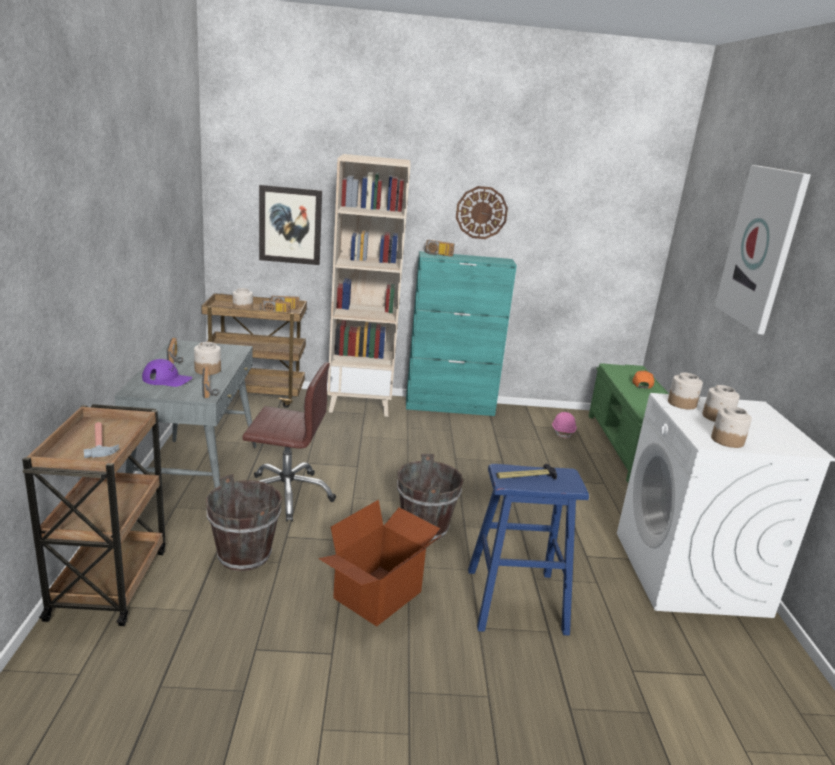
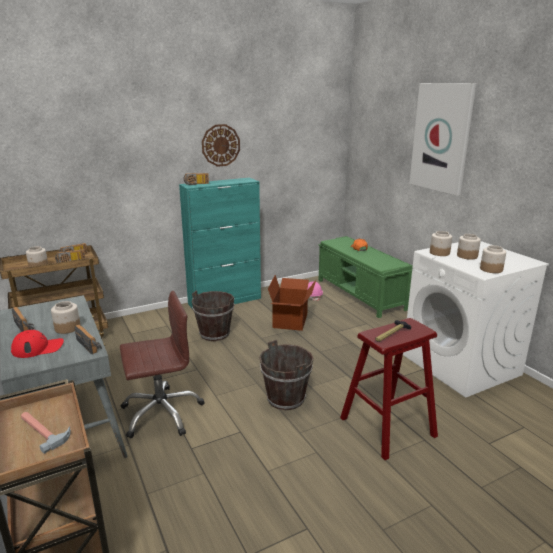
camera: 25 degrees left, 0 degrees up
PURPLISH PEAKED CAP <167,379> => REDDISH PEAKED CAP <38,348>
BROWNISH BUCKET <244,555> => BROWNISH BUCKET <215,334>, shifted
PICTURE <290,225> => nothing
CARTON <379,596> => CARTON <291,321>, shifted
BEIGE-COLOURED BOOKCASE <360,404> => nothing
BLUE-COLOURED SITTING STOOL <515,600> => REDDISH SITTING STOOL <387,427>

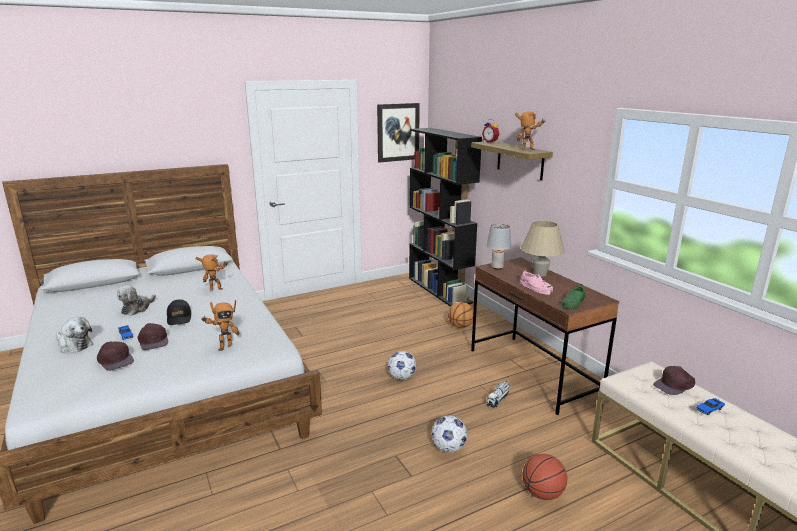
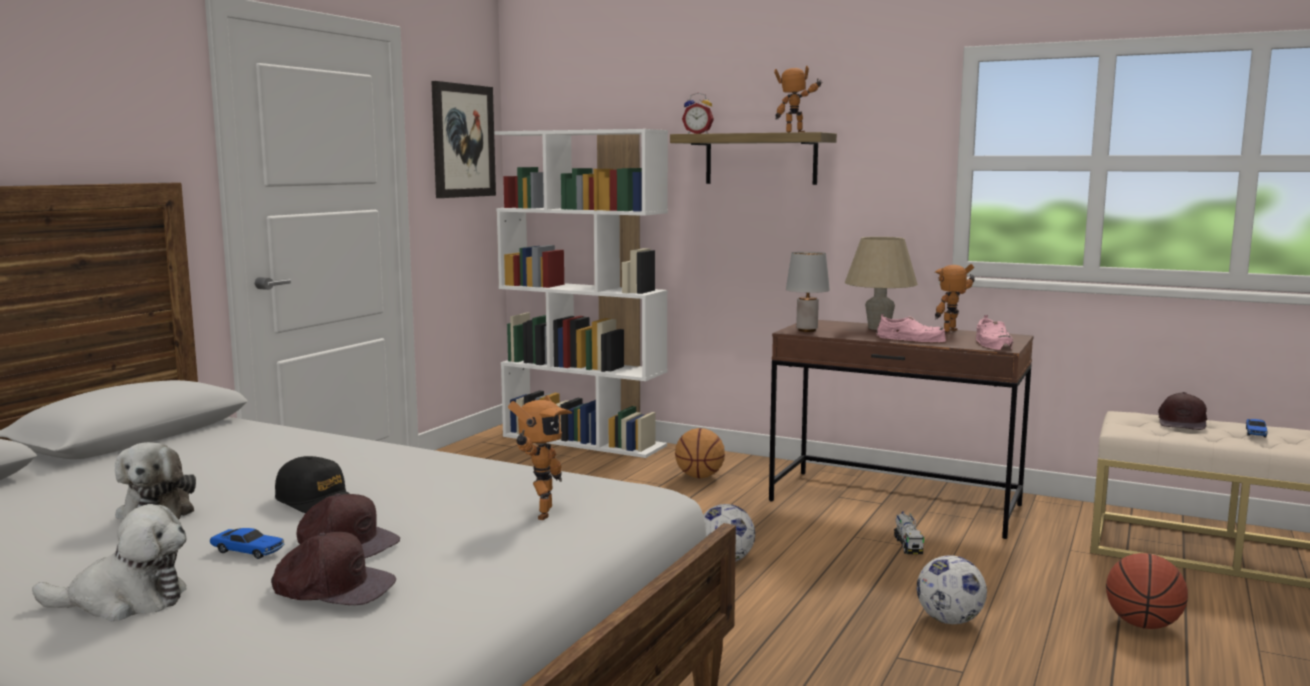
camera: 35 degrees left, 10 degrees down
TOY ROBOT <216,290> => TOY ROBOT <953,331>, shifted
BLACKISH BOOKCASE <440,290> => WHITE BOOKCASE <585,441>
GREEN-COLOURED LOW SHOE <573,303> => PINK-COLOURED LOW SHOE <993,343>

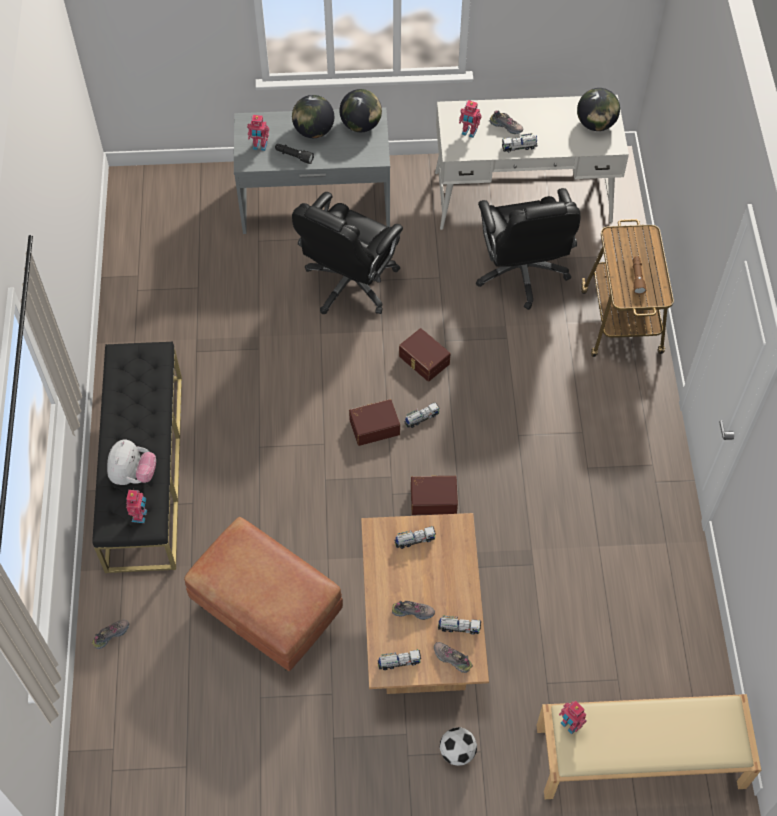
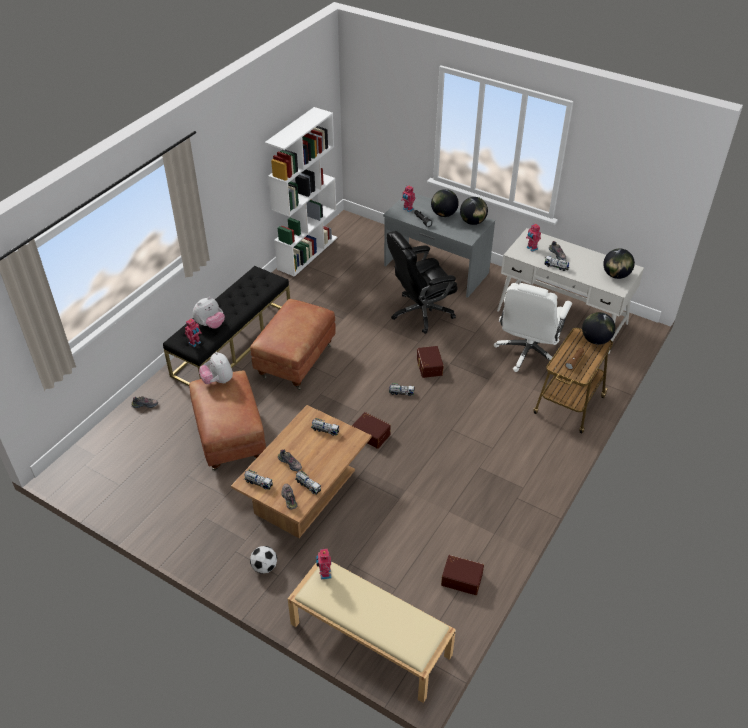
camera: 35 degrees right, 15 degrees down
BROWNISH STORAGE CONTAINER <374,426> => BROWNISH STORAGE CONTAINER <462,578>, shifted
BLACKISH DESK CHAIR <522,272> => WHITE DESK CHAIR <527,352>
nothing => SOFT TOY <218,381>
nothing => BROWNISH OTTOMAN <295,360>
nothing => WHITE BOOKCASE <307,253>
nothing => DESK GLOBE <595,340>

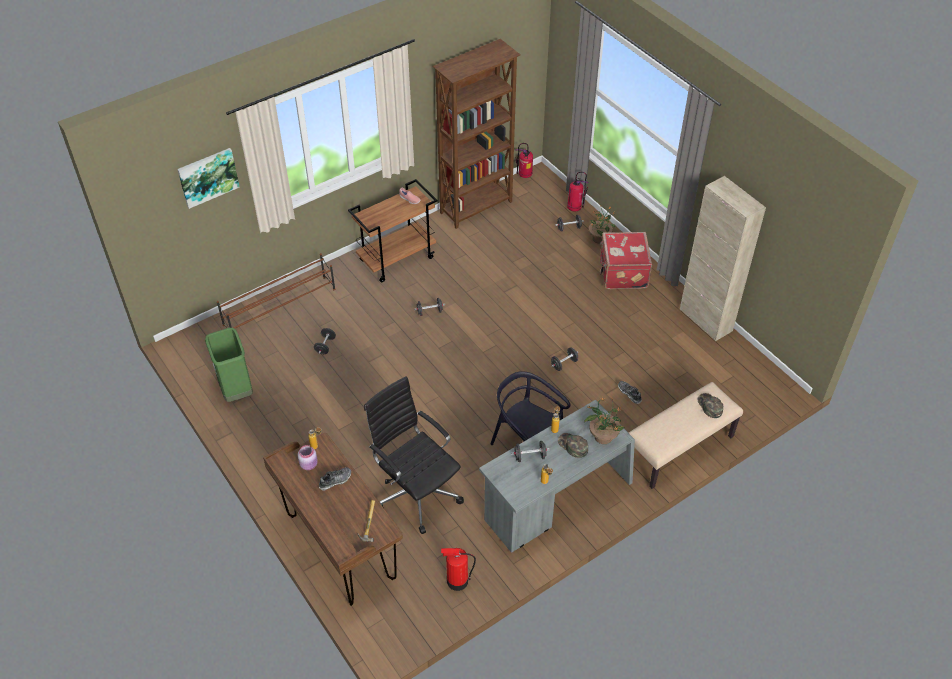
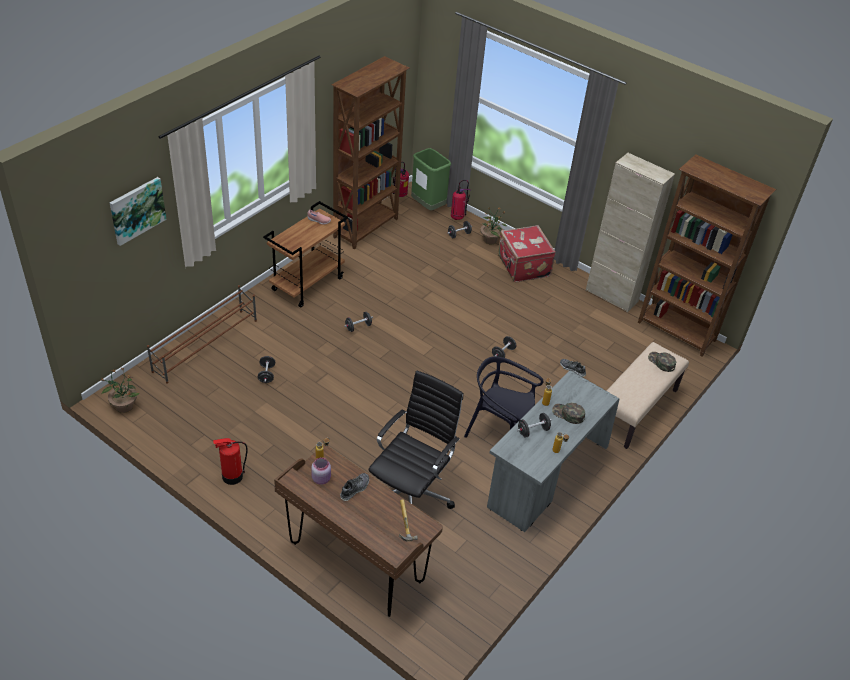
camera: 20 degrees left, 5 degrees down
GREEN-COLOURED TRASH CAN <236,391> => GREEN-COLOURED TRASH CAN <428,206>, shifted
BLACKISH DESK CHAIR <416,492> => BLACKISH DESK CHAIR <411,495>, 90 degrees clockwise
FIRE EXTINGUISHER <457,581> => FIRE EXTINGUISHER <232,476>, shifted
PLANT IN A POT <603,436> => PLANT IN A POT <124,406>, shifted
nothing => BROWNISH BOOKCASE <676,332>

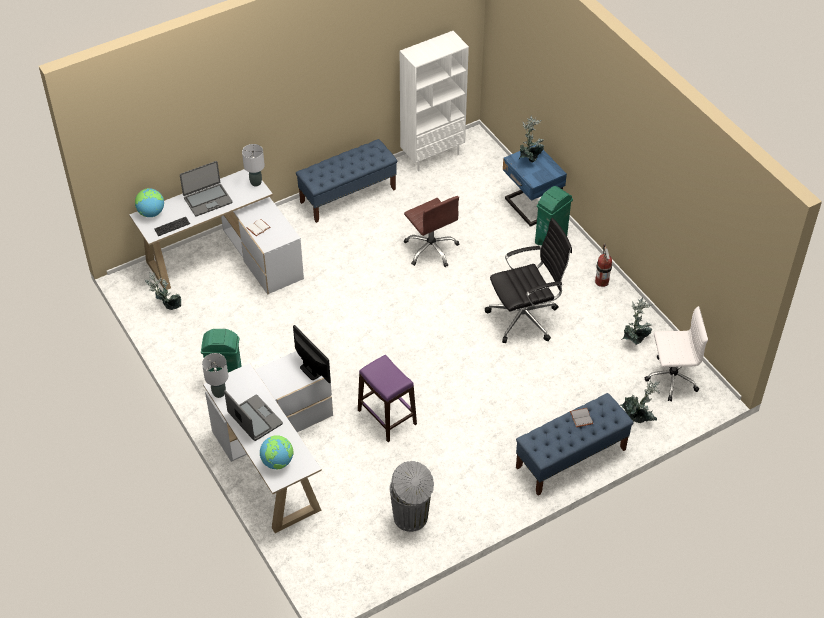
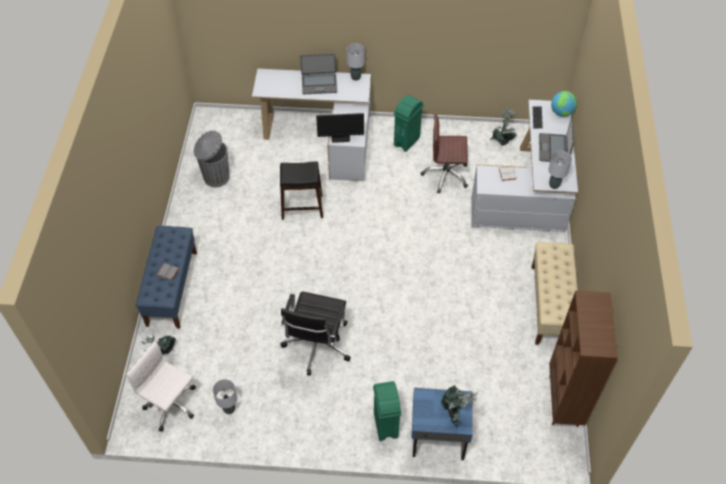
camera: 125 degrees right, 5 degrees up
DESK GLOBE <277,462> => nothing
BLUE-COLOURED LONG SEAT <348,195> => BEIGE-COLOURED LONG SEAT <550,305>
PURPLISH SITTING STOOL <387,417> => BLACKISH SITTING STOOL <302,207>
WHITE BOOKCASE <432,155> => BROWNISH BOOKCASE <564,401>
BROWNISH DESK CHAIR <431,249> => BROWNISH DESK CHAIR <445,175>, shifted
FIRE EXTINGUISHER <601,281> => nothing
PLANT IN A POT <635,339> => GRAY TABLETOP LAMP <229,409>
WHITE DESK CHAIR <671,378> => WHITE DESK CHAIR <172,405>, 90 degrees clockwise

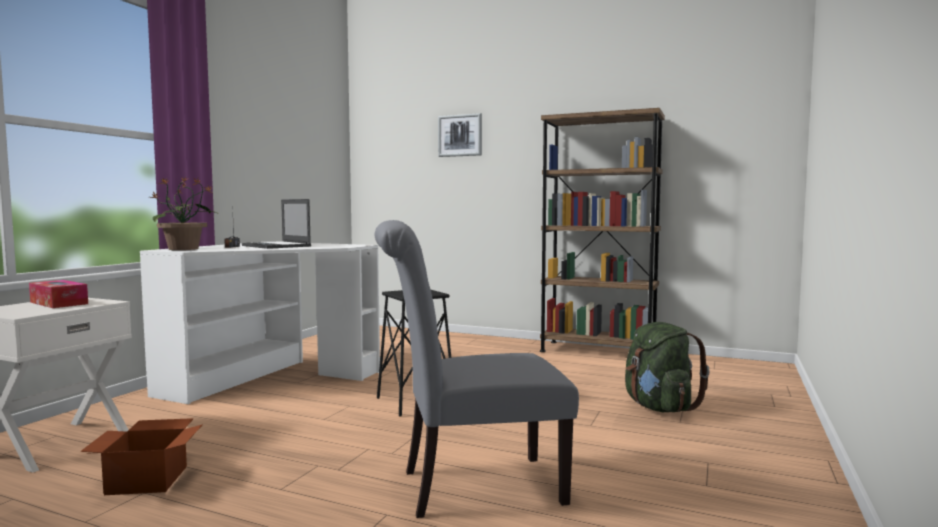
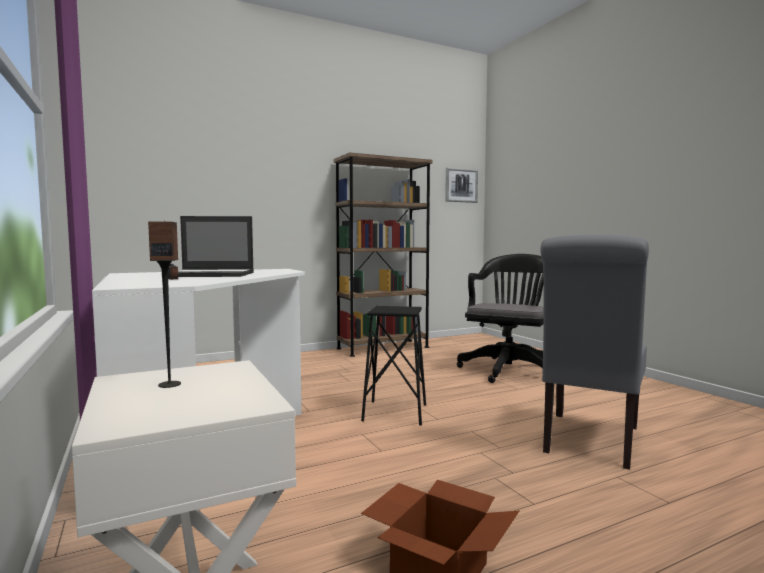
camera: 50 degrees left, 0 degrees up
TISSUE BOX <59,303> => LOUDSPEAKER <169,384>
PLANT IN A POT <184,249> => nothing
PICTURE <460,135> => PICTURE <461,185>, shifted
GREEN-COLOURED KNAPSACK <659,407> => BLACKISH DESK CHAIR <509,369>

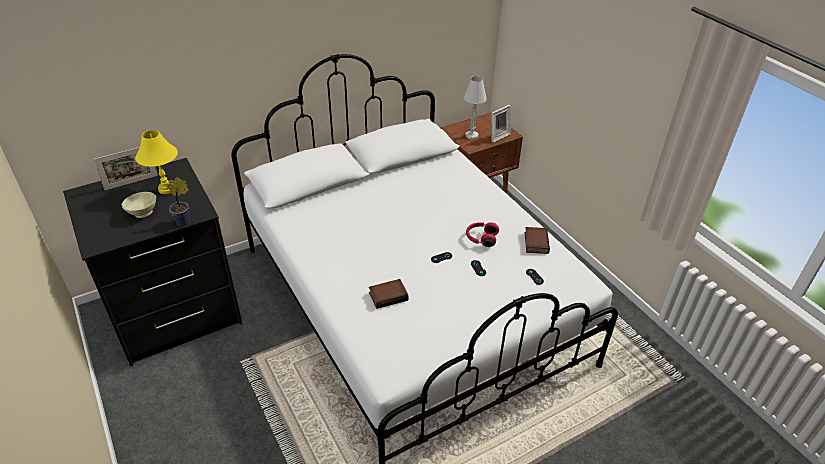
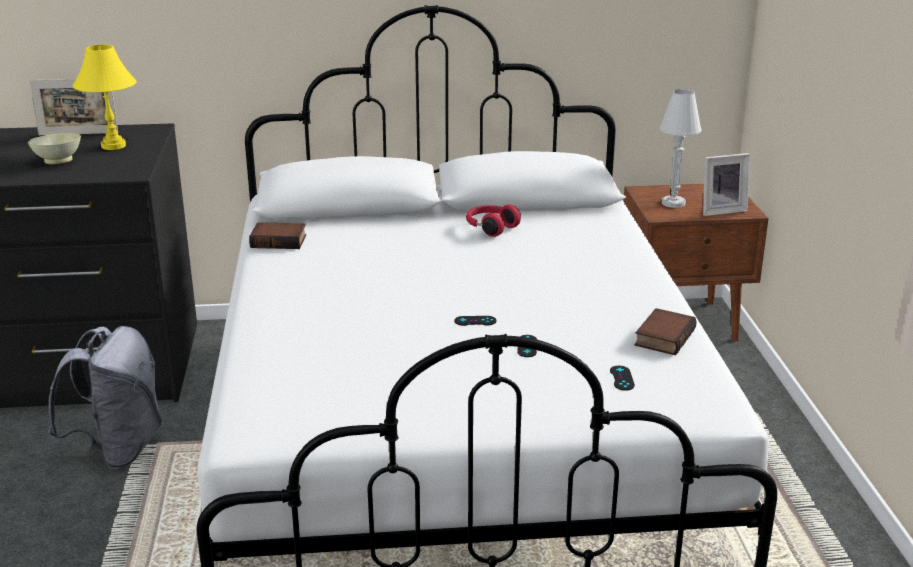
camera: 25 degrees right, 15 degrees down
PLANT IN A POT <185,222> => nothing
BOOK <388,295> => BOOK <279,240>, shifted
REDDISH HEADSET <481,238> => REDDISH HEADSET <490,228>, shifted
nothing => GRAY KNAPSACK <118,449>

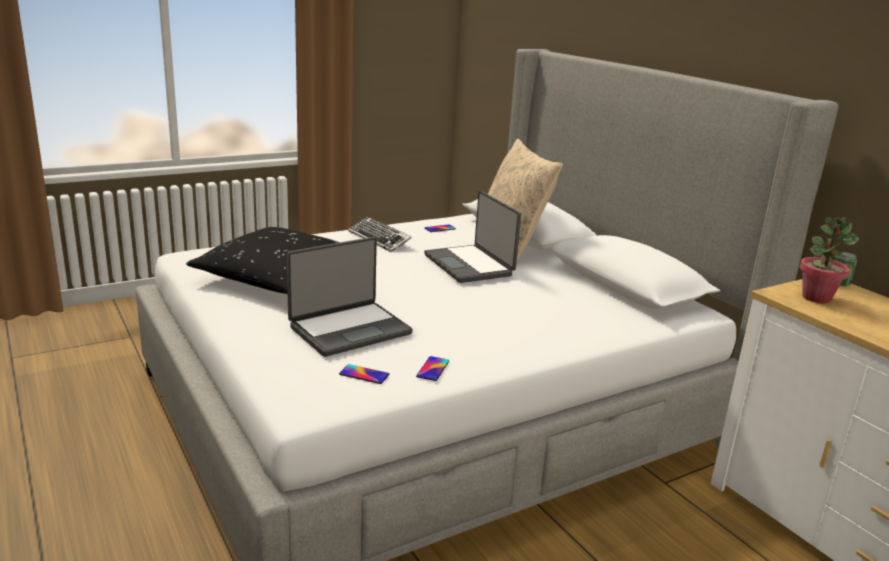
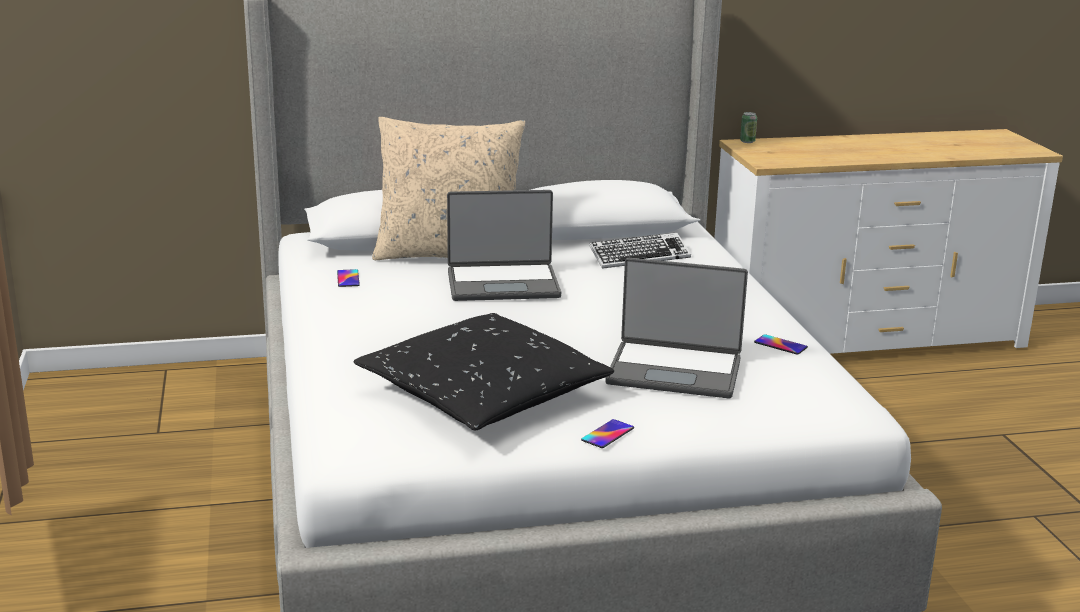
camera: 70 degrees left, 0 degrees up
LAPTOP <349,329> => LAPTOP <675,371>, 120 degrees clockwise
PHONE <364,374> => PHONE <607,434>, shifted
PC KEYBOARD <379,239> => PC KEYBOARD <639,257>, shifted
PLANT IN A POT <816,297> => nothing

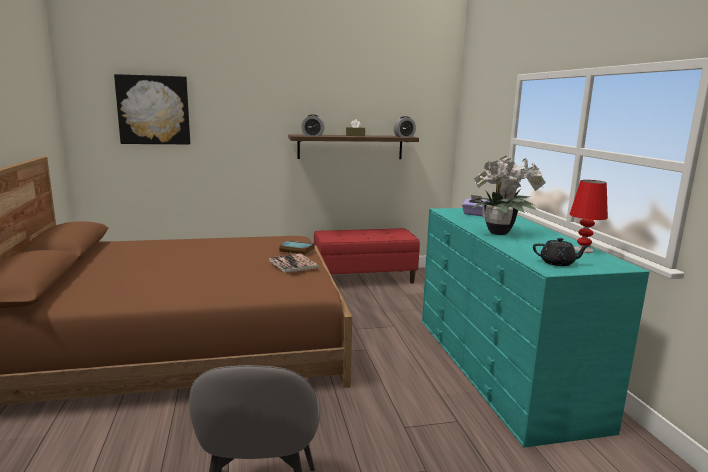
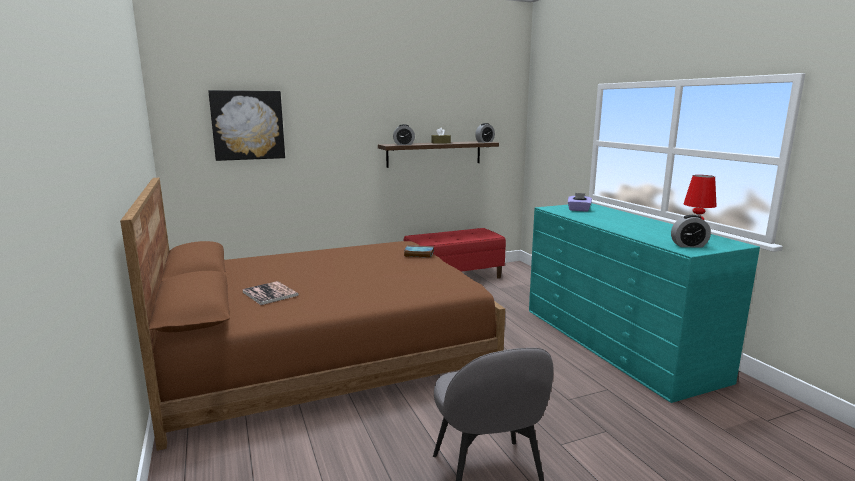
camera: 10 degrees left, 0 degrees up
BOOK <293,264> => BOOK <270,294>, shifted
PLANT IN A POT <501,233> => nothing
BLACKISH TEA POT <558,263> => BEDSIDE CLOCK <688,245>

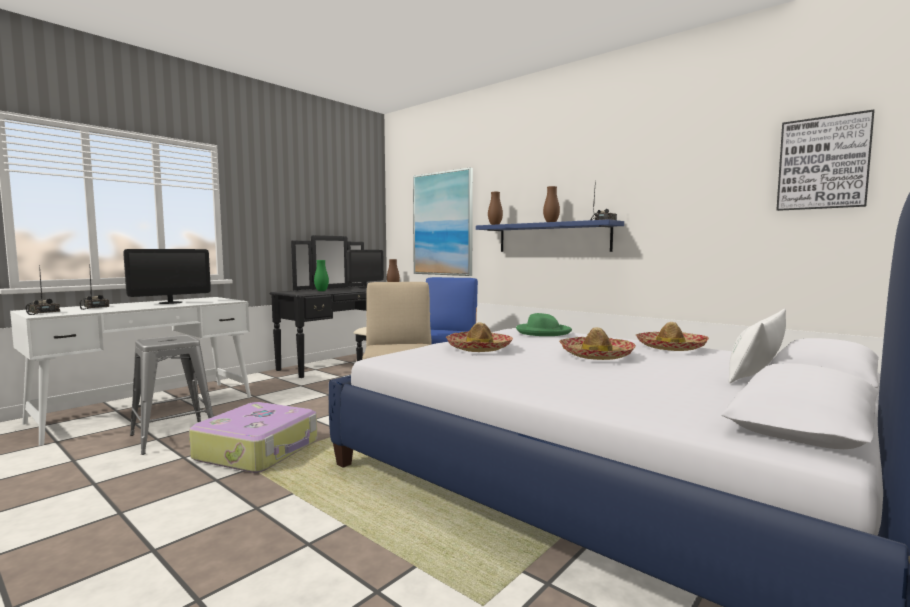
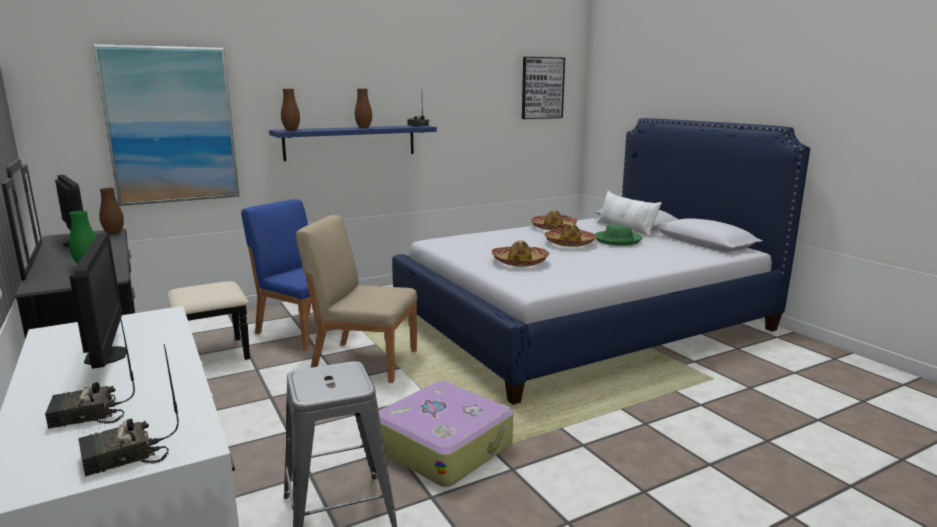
camera: 70 degrees left, 10 degrees up
GREEN-COLOURED CLOTHING HAT <542,332> => GREEN-COLOURED CLOTHING HAT <617,240>, shifted

